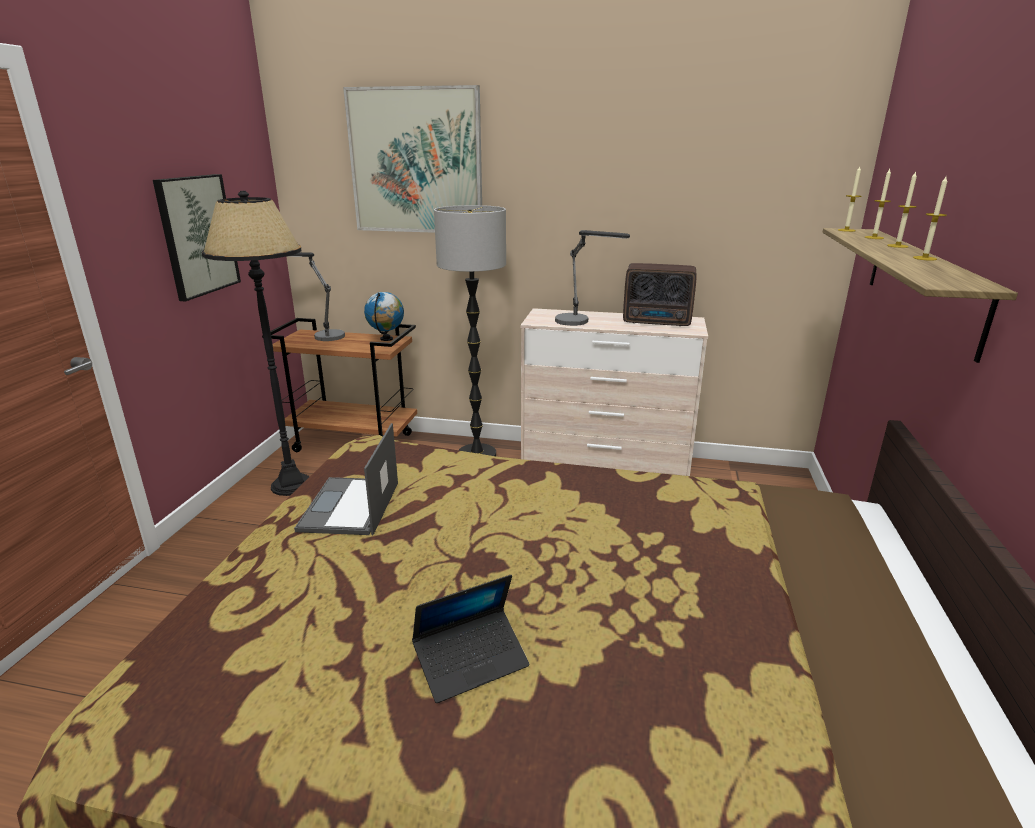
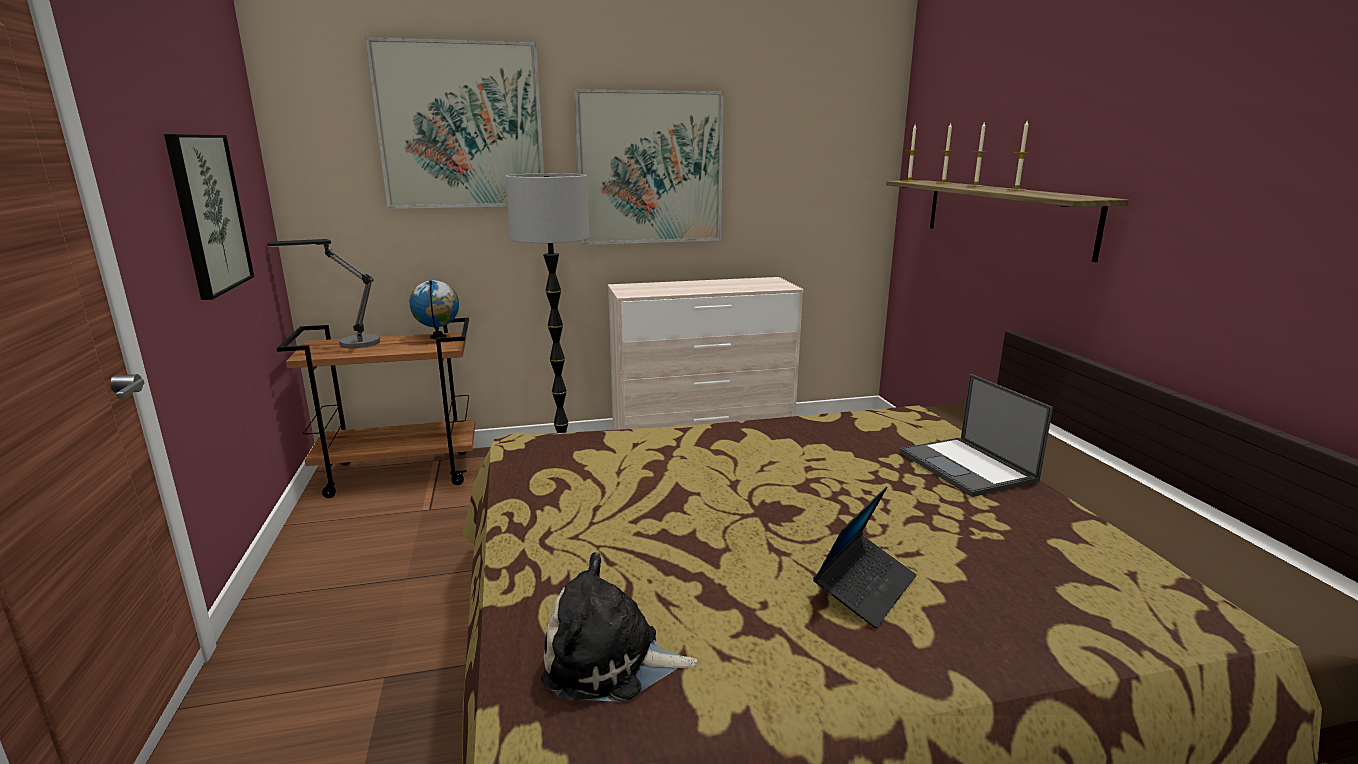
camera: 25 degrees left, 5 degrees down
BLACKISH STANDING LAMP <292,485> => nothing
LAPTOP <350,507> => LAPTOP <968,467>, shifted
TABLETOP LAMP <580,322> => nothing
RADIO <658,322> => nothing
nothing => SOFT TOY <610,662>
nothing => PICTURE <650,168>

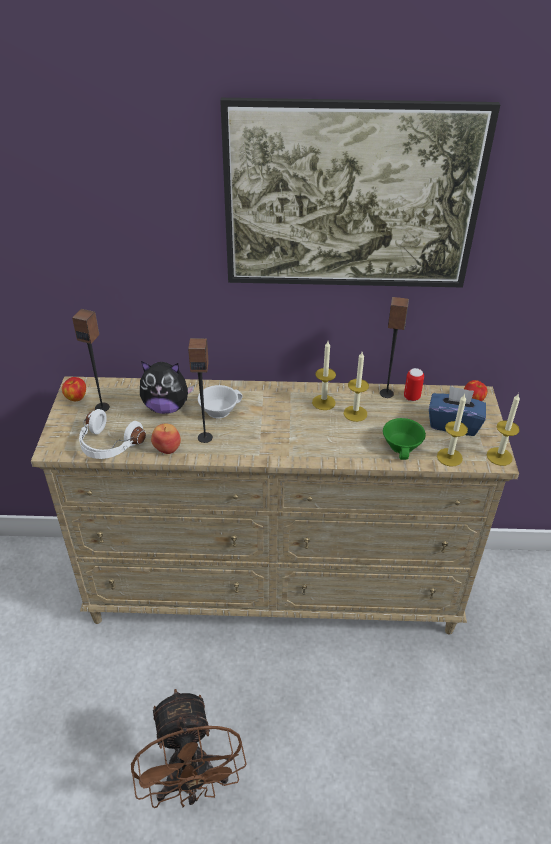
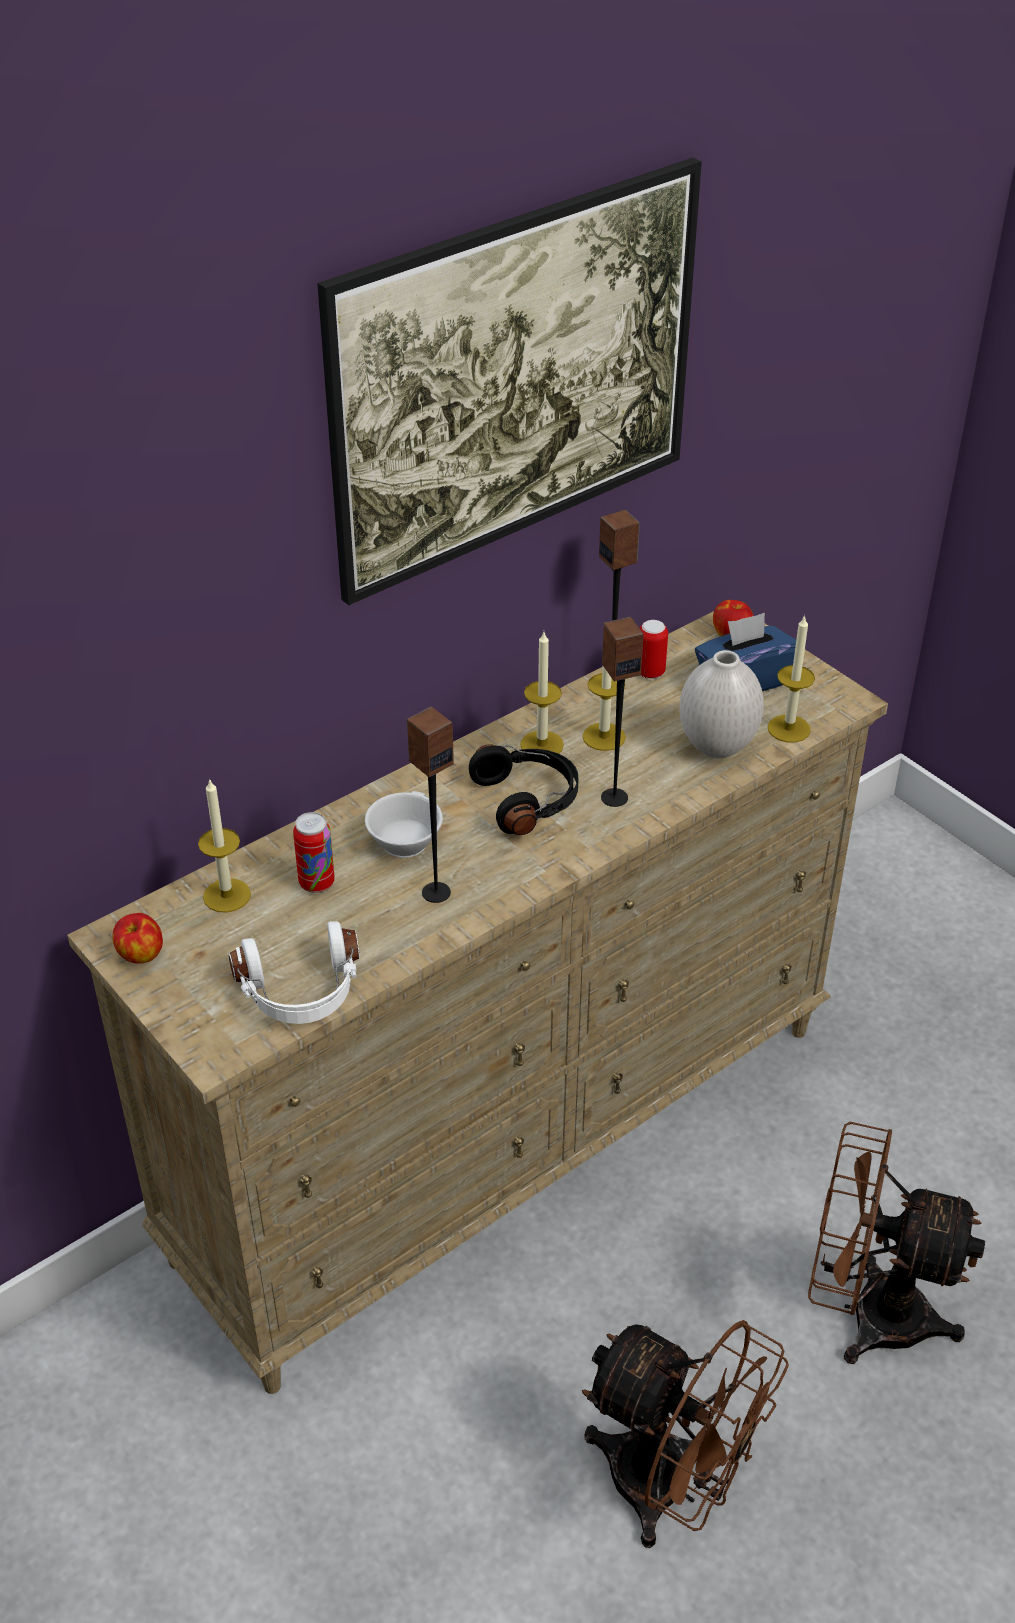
camera: 40 degrees left, 0 degrees up
LOUDSPEAKER <102,407> => LOUDSPEAKER <614,797>, shifted
SOFT TOY <166,407> => SEALED CAN <316,883>
APPLE FRUIT <167,447> => nothing
GREEN-COLOURED SMALL CUP <403,446> => WHITE DECORATIVE VASE <718,747>
WAX CANDLE <499,456> => WAX CANDLE <227,895>, shifted
nothing => BLACKISH HEADSET <528,800>
nothing => BROWNISH FAN <868,1313>

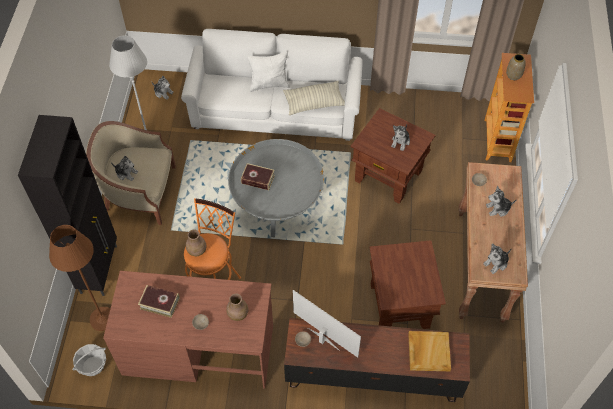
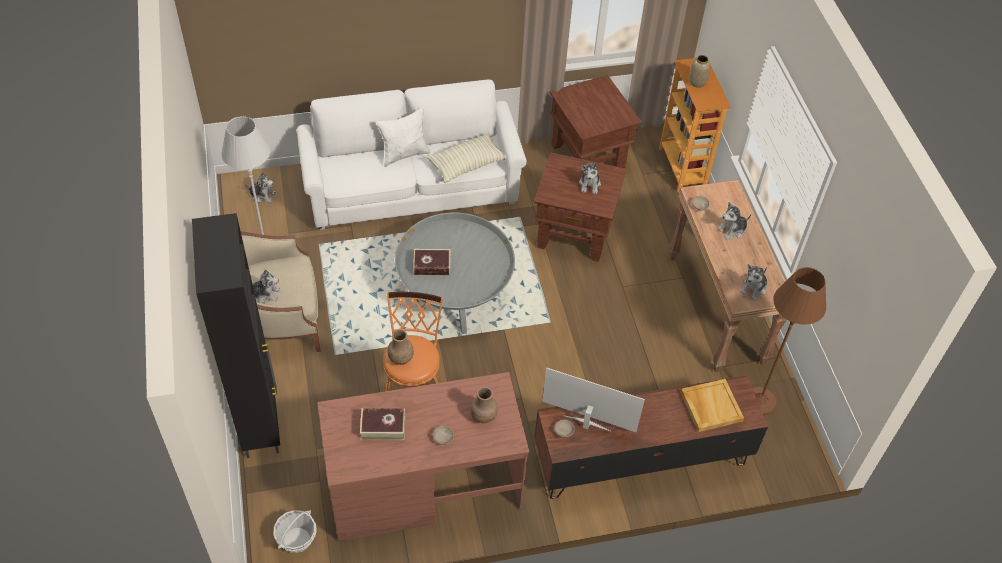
camera: 20 degrees left, 5 degrees down
BROWNISH STANDING LAMP <103,319> => BROWNISH STANDING LAMP <759,402>, shifted
BROWNISH END TABLE <400,305> => BROWNISH END TABLE <588,156>, shifted

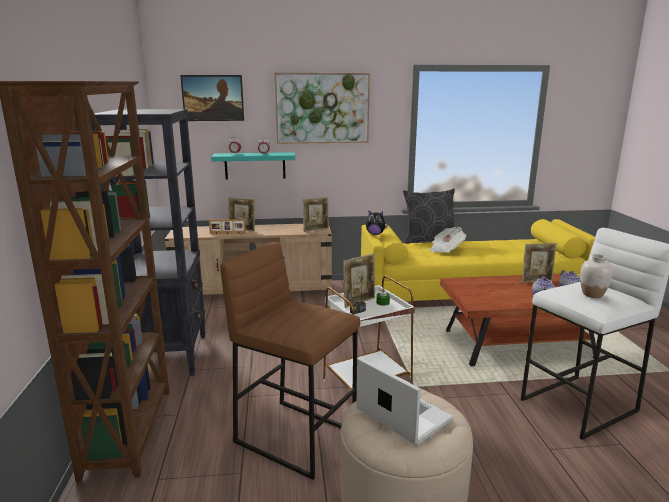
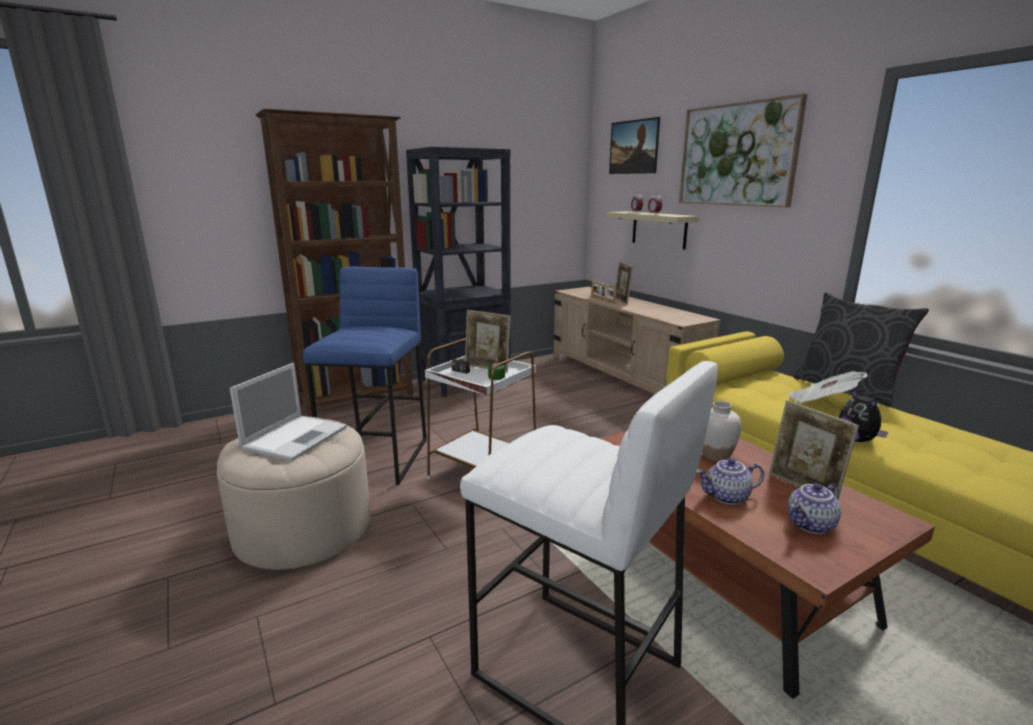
camera: 65 degrees right, 0 degrees up
TURQUOISE BRACKET SHELF <255,166> => BEIGE-COLOURED BRACKET SHELF <659,229>
BROWNISH SITTING STOOL <296,436> => BLUE-COLOURED SITTING STOOL <378,458>
STANDING FRAME <316,230> => nothing
SOFT TOY <375,234> => SOFT TOY <858,439>, shifted
WHITE DECORATIVE VASE <592,294> => WHITE DECORATIVE VASE <715,456>, shifted

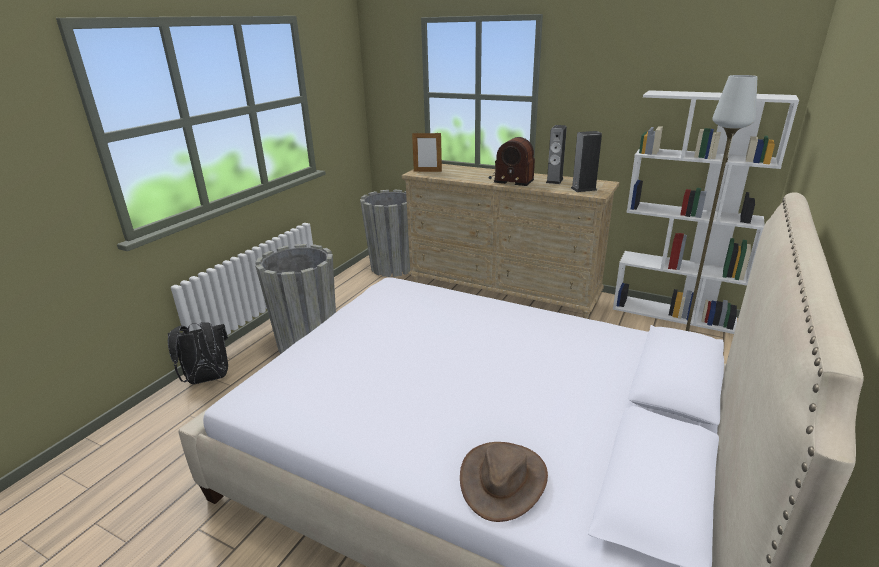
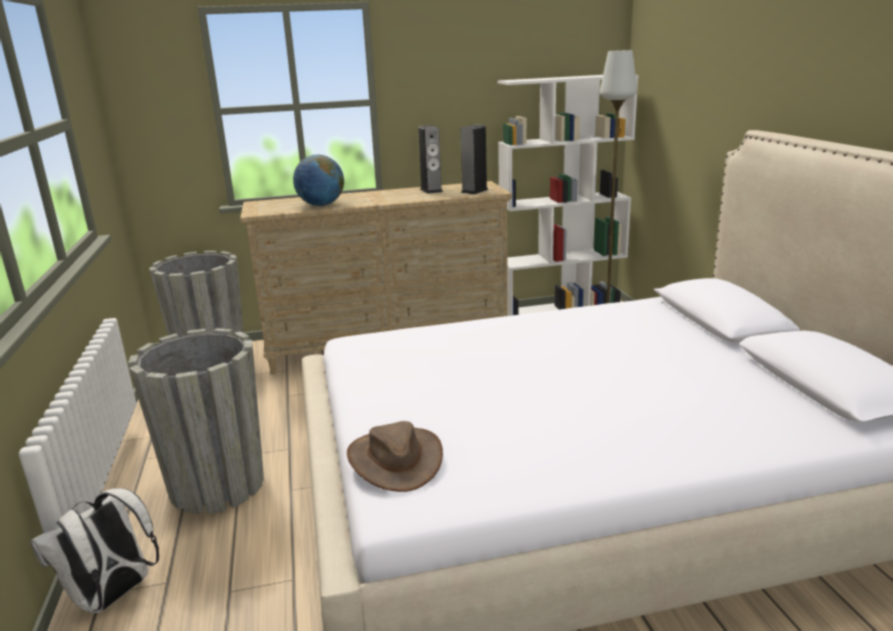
camera: 40 degrees left, 5 degrees down
BLACKISH KNAPSACK <207,379> => WHITE KNAPSACK <113,597>
STANDING FRAME <427,171> => nothing
BROWNISH CLOTHING HAT <502,480> => BROWNISH CLOTHING HAT <395,459>, shifted
RADIO <511,179> => nothing
nothing => DESK GLOBE <321,205>

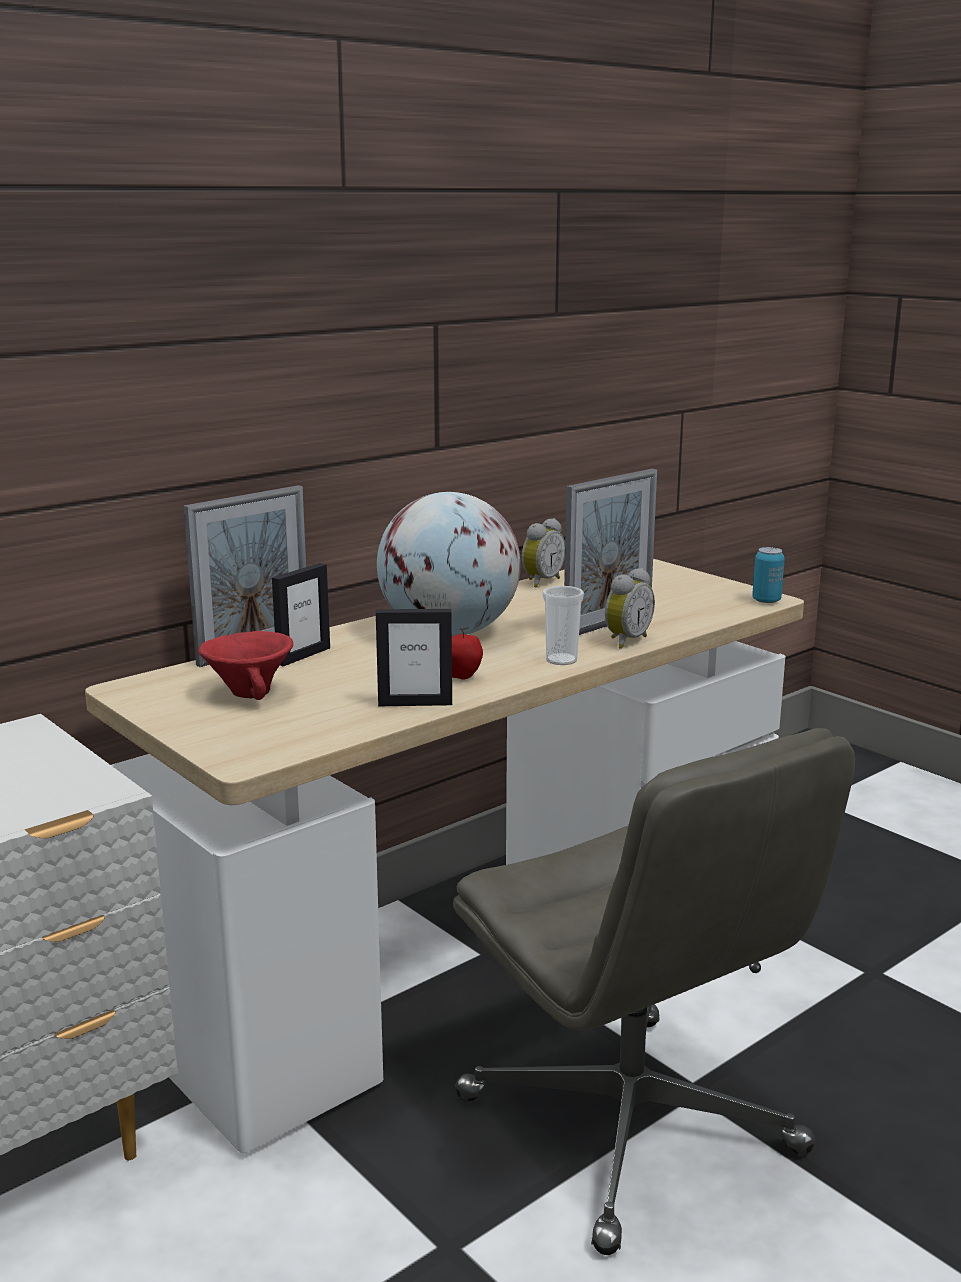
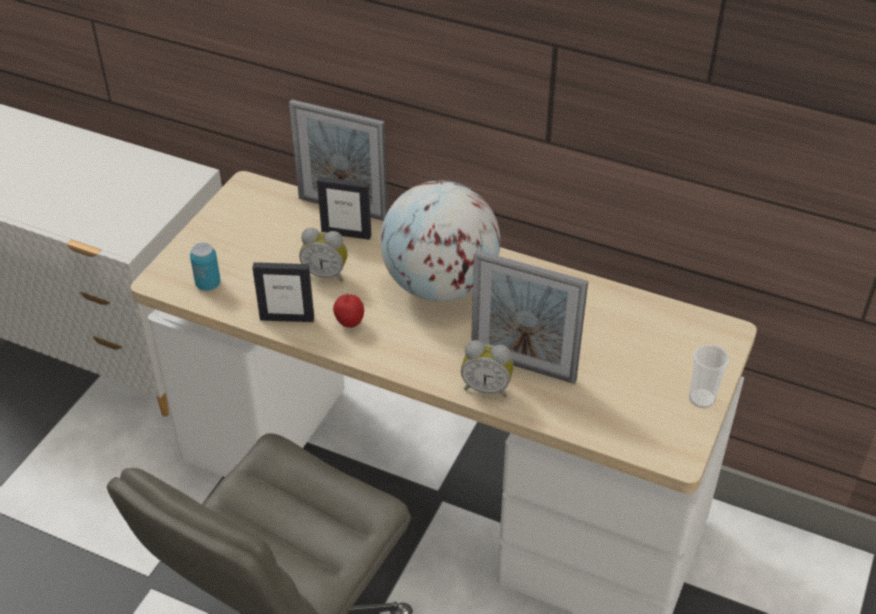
camera: 65 degrees right, 25 degrees up
REDDISH BOWL <250,694> => nothing
STANDING FRAME <415,703> => STANDING FRAME <287,318>, 60 degrees counterclockwise
BEDSIDE CLOCK <540,582> => BEDSIDE CLOCK <326,274>, shifted
SMALL CUP <561,660> => SMALL CUP <702,399>, shifted
SEALED CAN <766,601> => SEALED CAN <208,284>, shifted

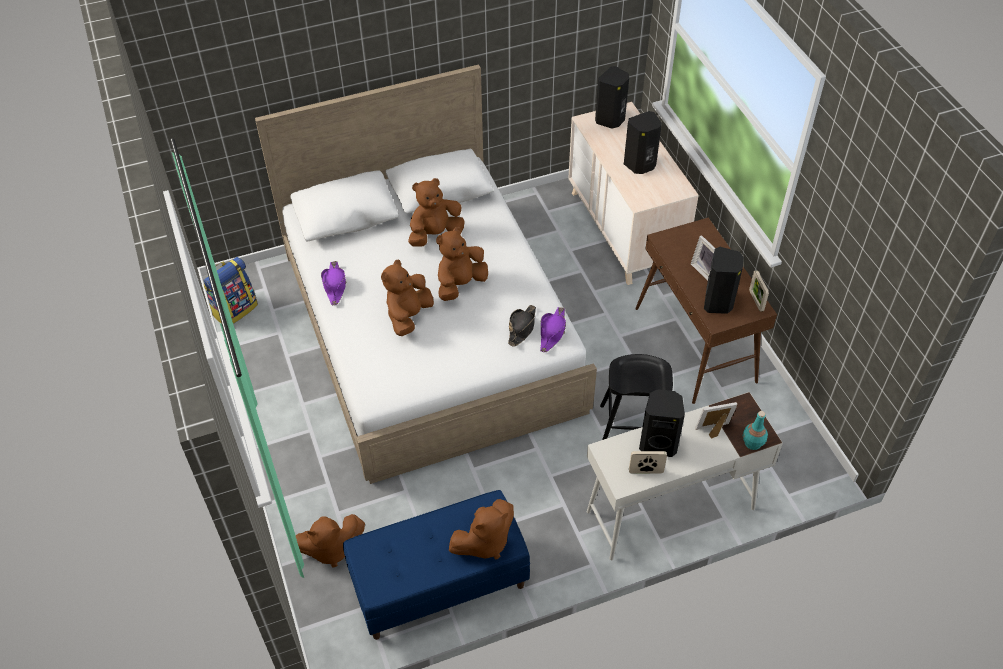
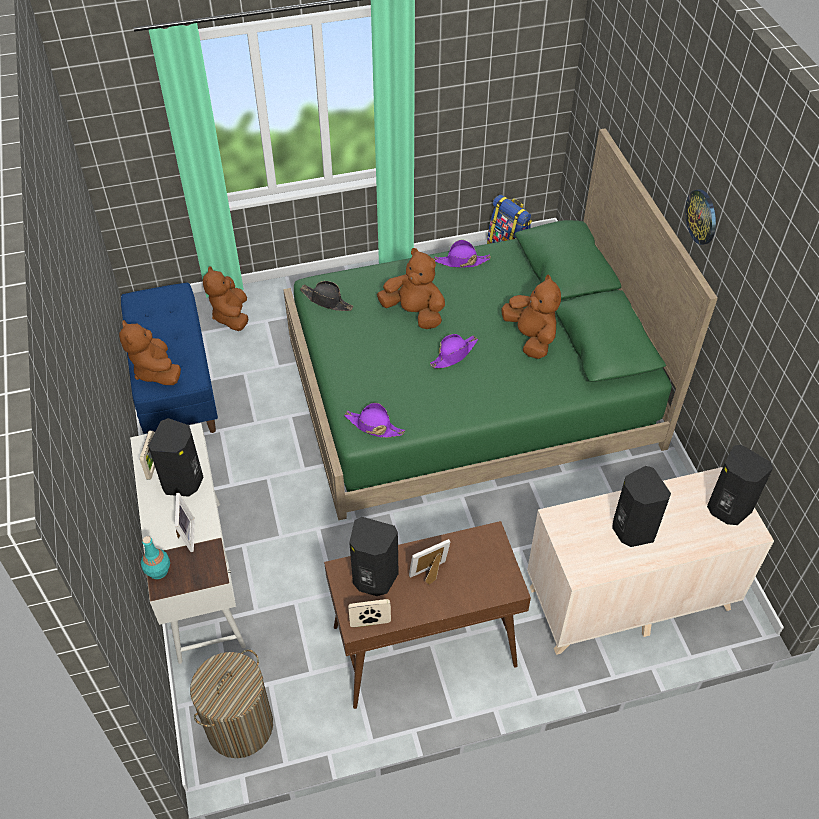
camera: 95 degrees right, 0 degrees up
WHITE BEDROOM BED <431,330> => GREEN-COLOURED BEDROOM BED <471,392>
BROWNISH SOFT TOY <460,284> => PURPLISH CLOTHING HAT <454,354>
BLACKISH CLOTHING HAT <522,328> => BLACKISH CLOTHING HAT <327,301>, shifted
BLACKISH SITTING STOOL <632,427> => nothing
nothing => HAMPER <240,725>
nothing => HANGING CLOCK <702,216>

